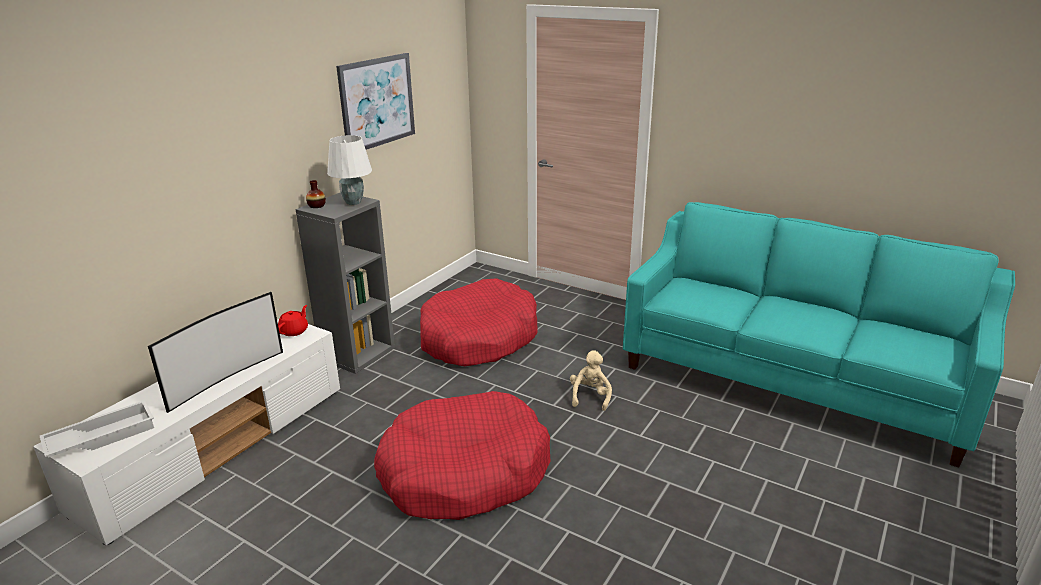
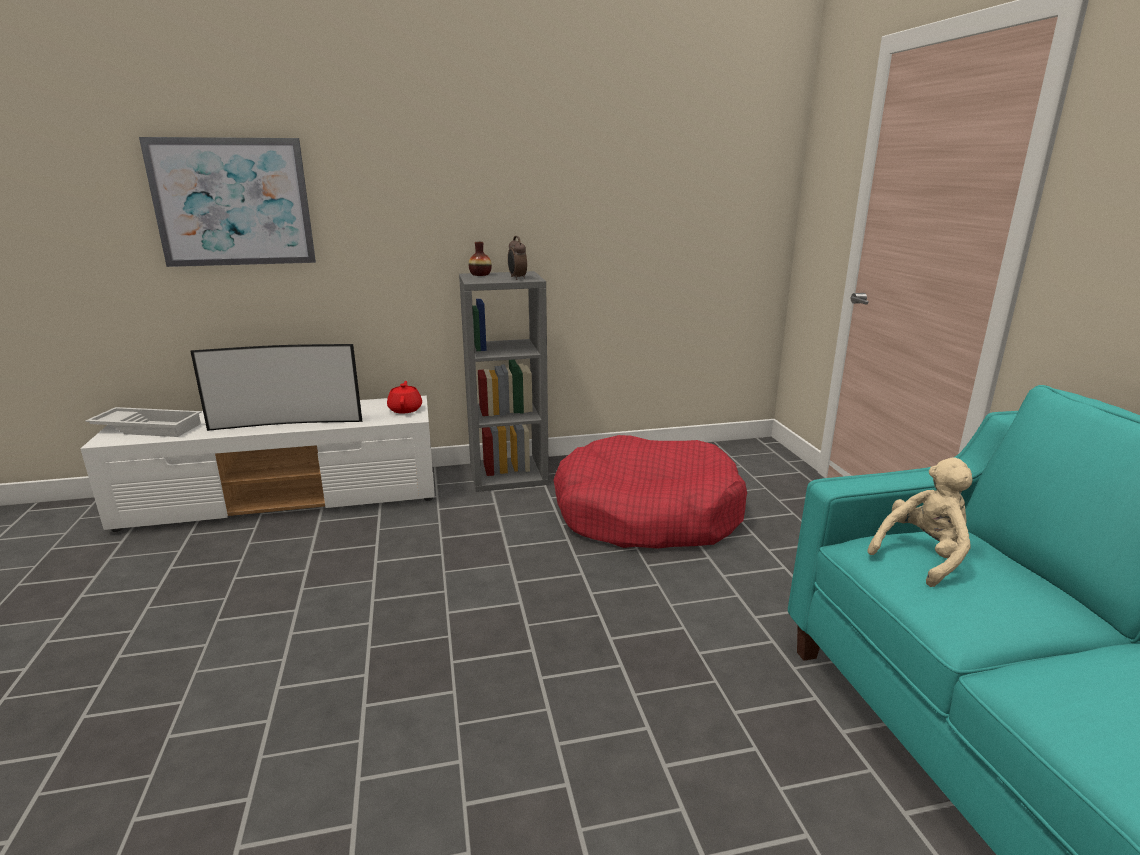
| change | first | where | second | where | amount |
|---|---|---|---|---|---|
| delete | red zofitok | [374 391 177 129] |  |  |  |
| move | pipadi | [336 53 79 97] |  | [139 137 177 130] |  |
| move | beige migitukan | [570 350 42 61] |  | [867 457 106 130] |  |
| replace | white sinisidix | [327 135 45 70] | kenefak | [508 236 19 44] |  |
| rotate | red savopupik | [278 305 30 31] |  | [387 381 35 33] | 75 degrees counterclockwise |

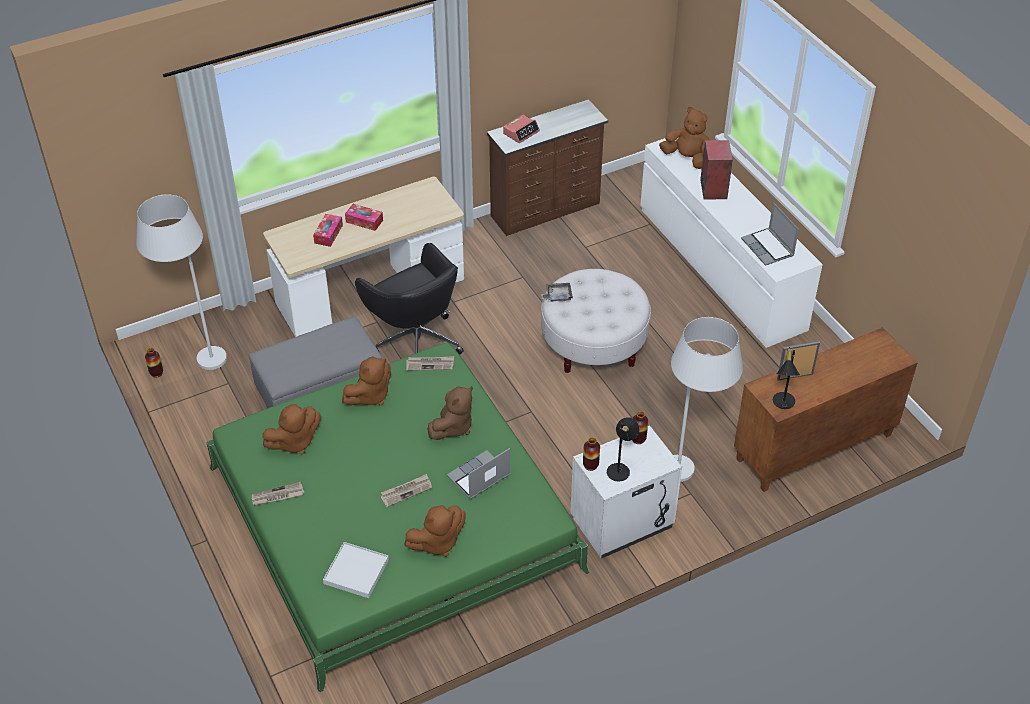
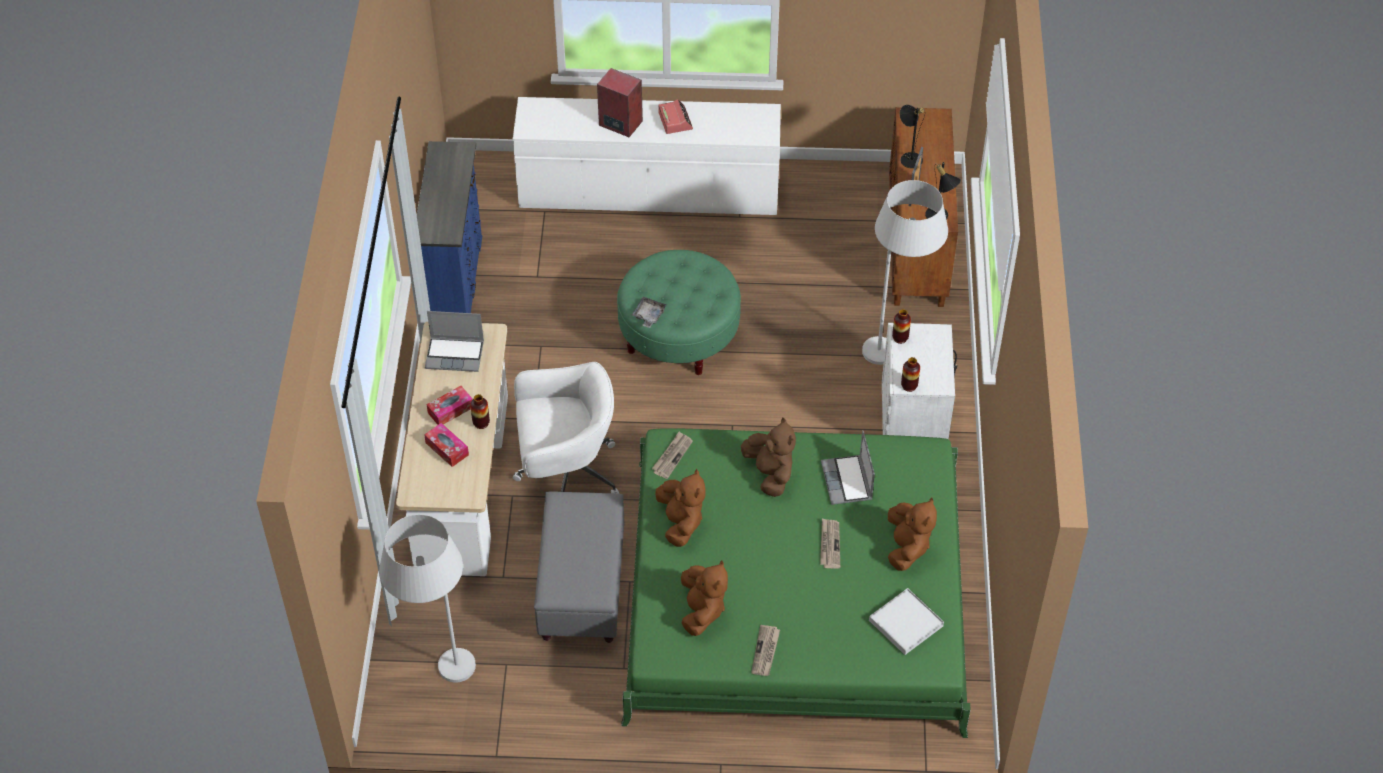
| change | first | where | second | where | amount |
|---|---|---|---|---|---|
| delete | brown migitukan | [659 107 51 62] |  |  |  |
| move | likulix | [145 348 18 30] |  | [470 394 20 35] |  |
| move | kenefak | [503 114 37 29] |  | [658 99 35 35] |  |
| move | black sinisidix | [607 417 32 65] |  | [899 105 26 64] |  |
| move | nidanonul | [741 202 58 64] |  | [425 311 59 61] |  |
| recolor | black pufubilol | [355 243 109 111] | white pufubilol | [513 362 106 132] |  |
| recolor | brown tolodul | [487 99 121 137] | blue tolodul | [417 141 65 172] |  |
| recolor | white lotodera | [541 269 110 104] | green lotodera | [617 250 124 125] |  |

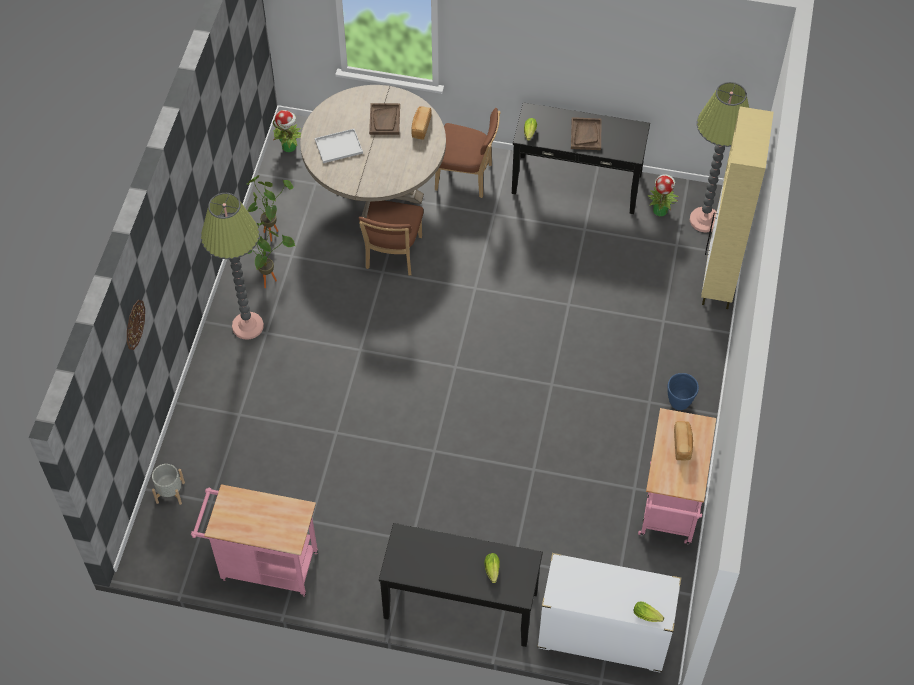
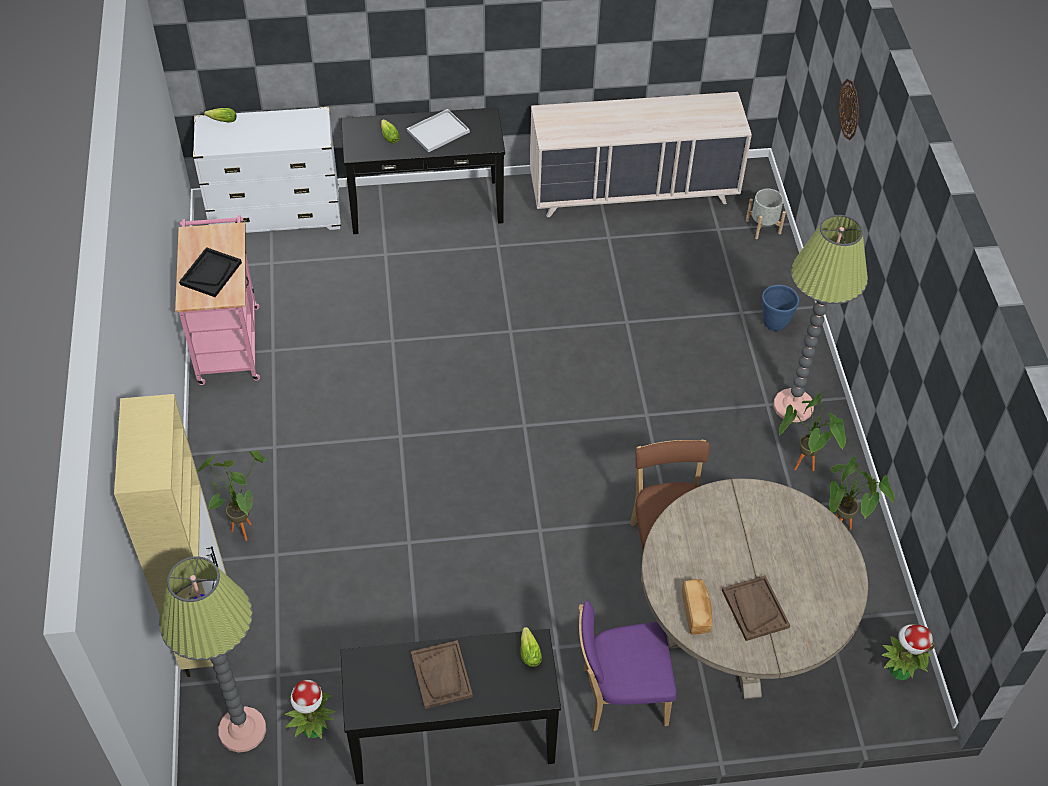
| change | first | where | second | where | amount |
|---|---|---|---|---|---|
| insert |  |  | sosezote | [197 451 68 90] |  |
| move | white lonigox | [315 129 48 34] |  | [407 109 63 43] |  |
| move | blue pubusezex | [668 373 31 37] |  | [762 285 37 46] |  |
| replace | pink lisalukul | [191 484 127 113] | beige tolodul | [530 92 222 125] |  |
| replace | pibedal | [674 421 19 39] | black lonigox | [179 247 63 50] |  |
| recolor | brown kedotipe | [435 108 65 90] | purple kedotipe | [579 601 98 130] |  |

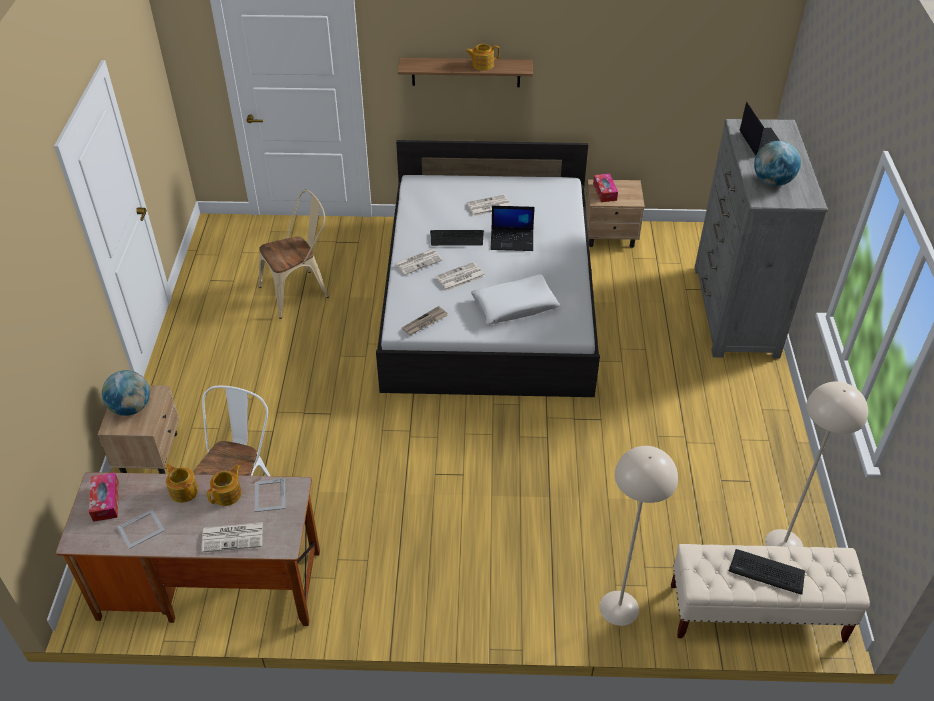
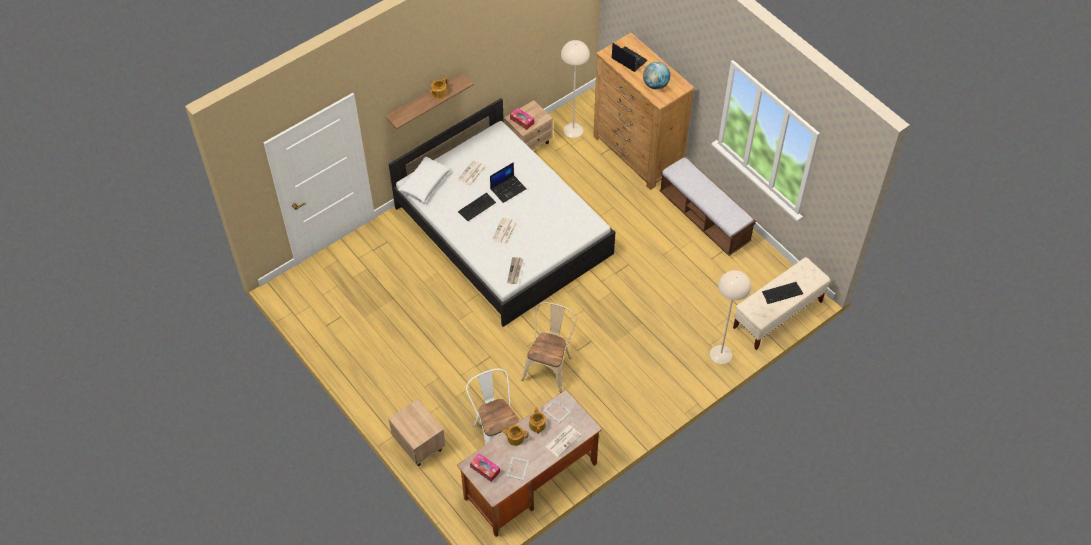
| change | first | where | second | where | amount |
|---|---|---|---|---|---|
| delete | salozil | [102 370 48 46] |  |  |  |
| delete | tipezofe | [394 249 49 26] |  |  |  |
| insert |  |  | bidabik | [659 156 97 100] |  |
| move | beige kedotipe | [259 190 70 129] |  | [522 302 55 91] |  |
| move | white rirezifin | [471 274 89 50] |  | [398 157 53 46] |  |
| move | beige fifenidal | [765 381 103 166] |  | [561 40 29 98] |  |
| recolor | grey tolodul | [695 119 133 239] | brown tolodul | [593 33 102 157] |  |

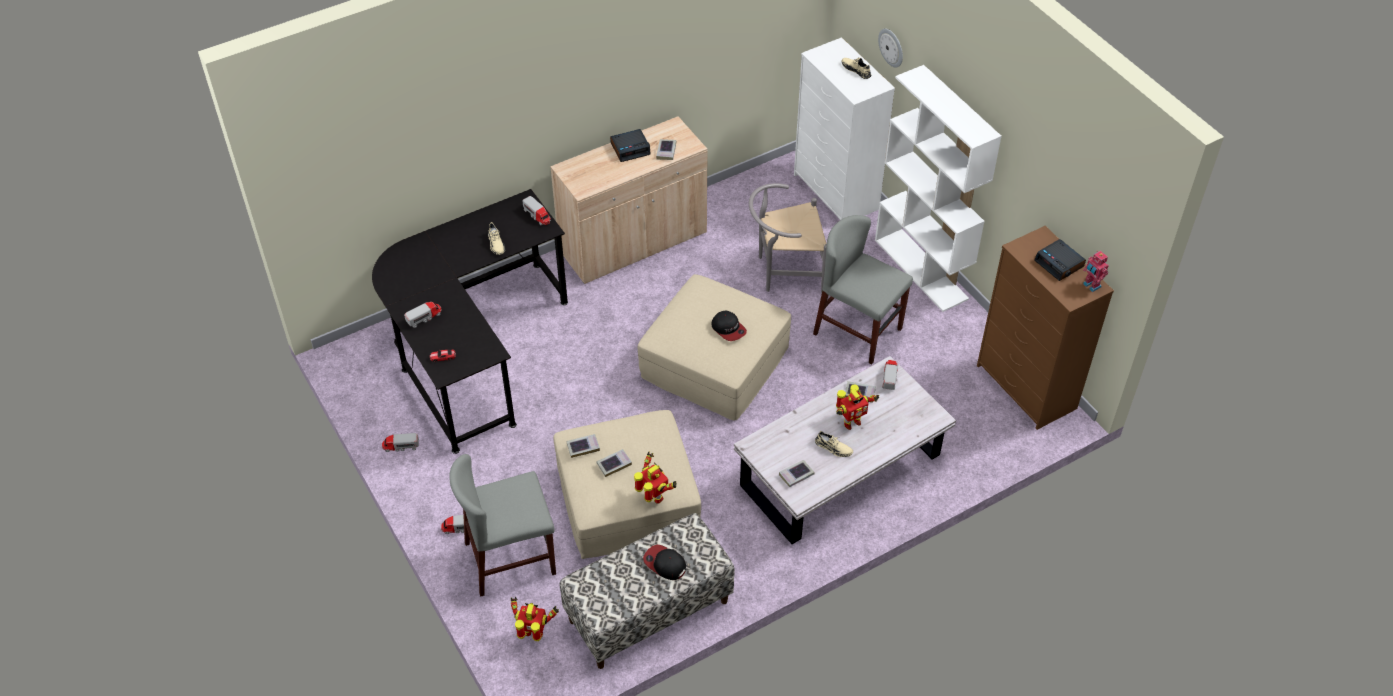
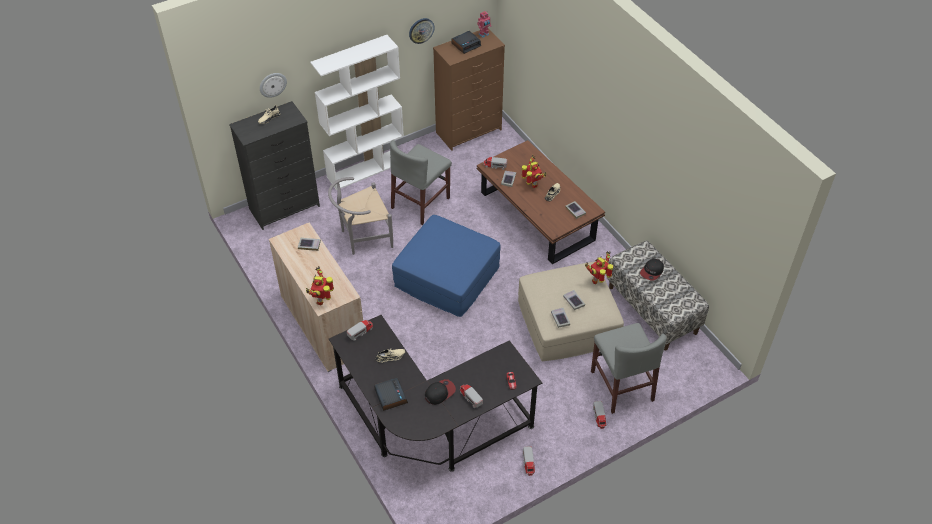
| change | first | where | second | where | amount |
|---|---|---|---|---|---|
| insert |  |  | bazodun | [409 18 26 26] |  |
| move | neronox | [511 597 48 44] |  | [306 266 28 39] |  |
| move | kenefak | [610 129 41 33] |  | [374 378 34 33] |  |
| move | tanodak | [711 311 36 30] |  | [425 379 31 26] |  |
| recolor | beige lotodera | [638 274 153 147] | blue lotodera | [392 215 109 102] |  |
| recolor | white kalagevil | [734 356 222 188] | brown kalagevil | [477 140 128 124] |  |
| recolor | white tolodul | [794 37 101 183] | black tolodul | [229 101 91 129] |  |
| rotate | grey kedotipe | [749 183 78 110] |  | [328 177 65 78] | 75 degrees clockwise |

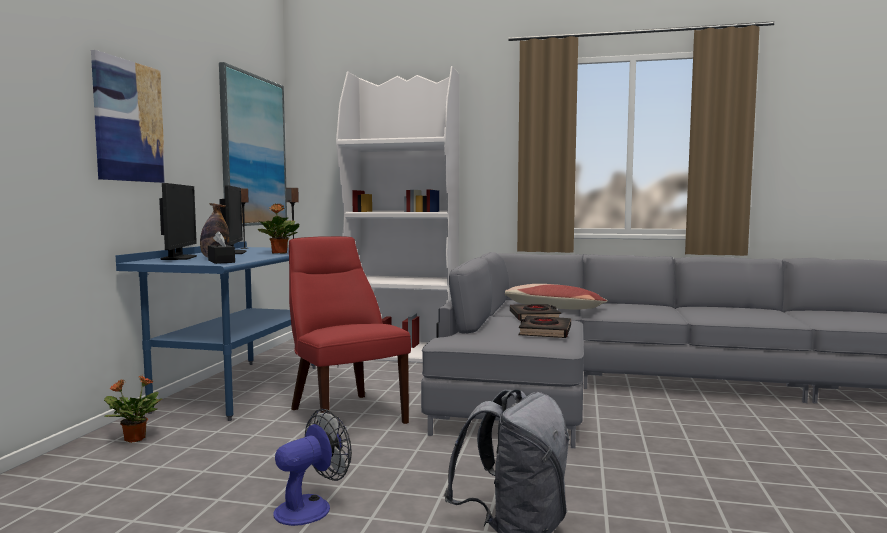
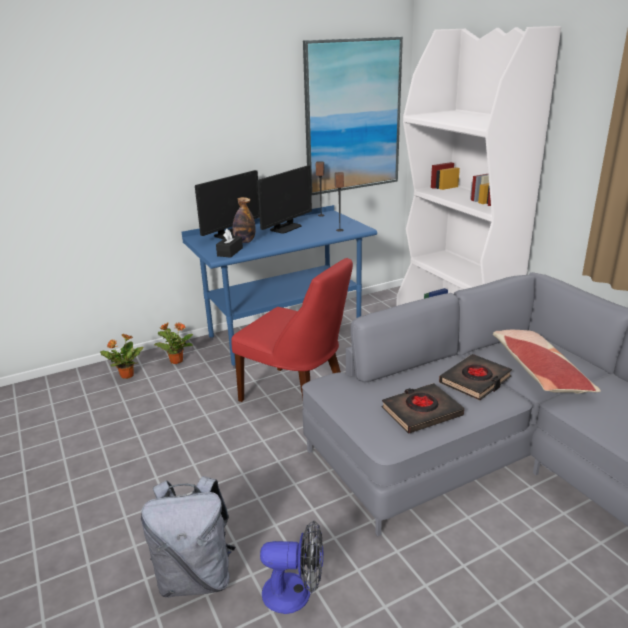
| change | first | where | second | where | amount |
|---|---|---|---|---|---|
| delete | pipadi | [91 50 75 133] |  |  |  |
| move | sosezote | [258 203 41 51] |  | [100 334 43 45] |  |
| move | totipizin | [273 409 79 117] |  | [260 521 63 93] |  |
| rotate | red kedotipe | [289 236 122 188] |  | [231 258 122 144] | 105 degrees clockwise |

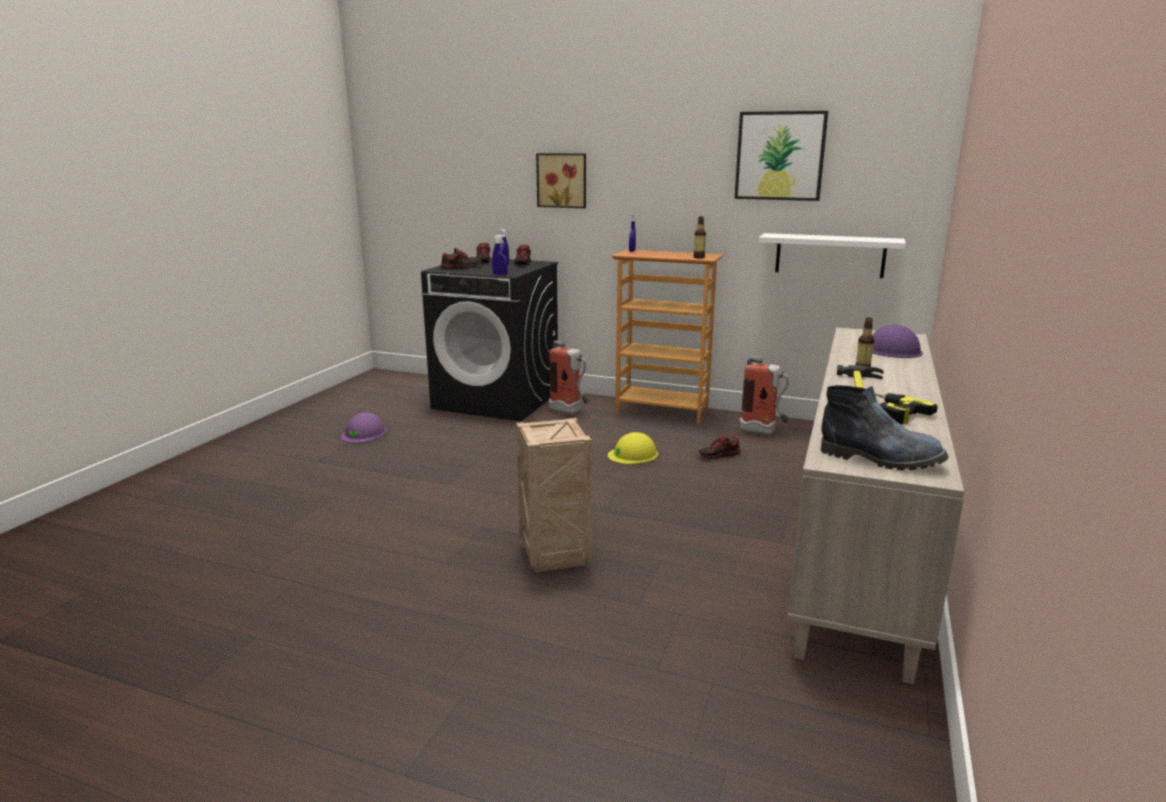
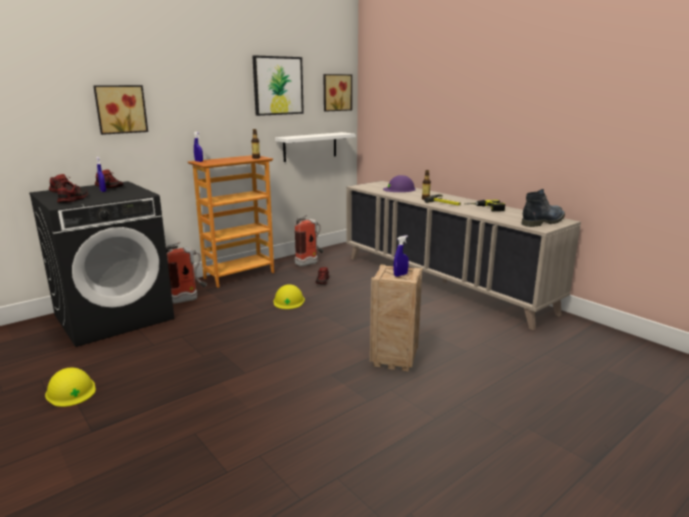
| change | first | where | second | where | amount |
|---|---|---|---|---|---|
| insert |  |  | pipadi | [323 74 29 38] |  |
| move | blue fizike | [492 235 16 40] |  | [394 235 15 42] |  |
| recolor | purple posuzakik | [341 412 46 31] | yellow posuzakik | [45 367 51 40] |  |

